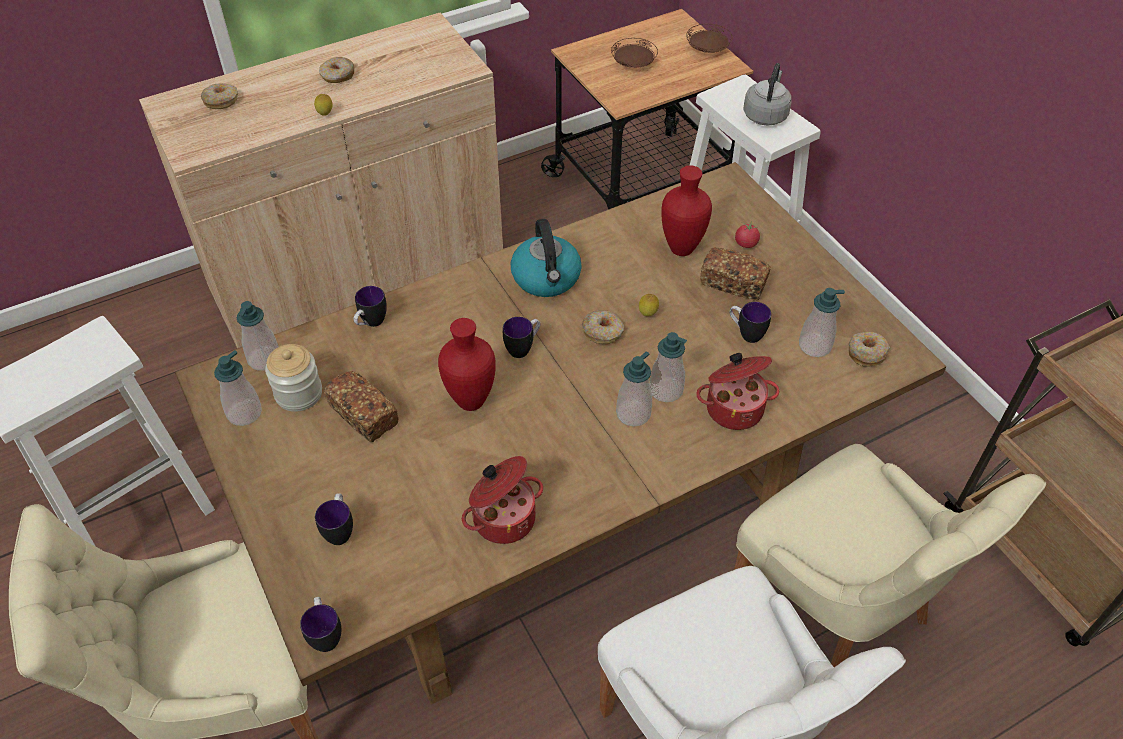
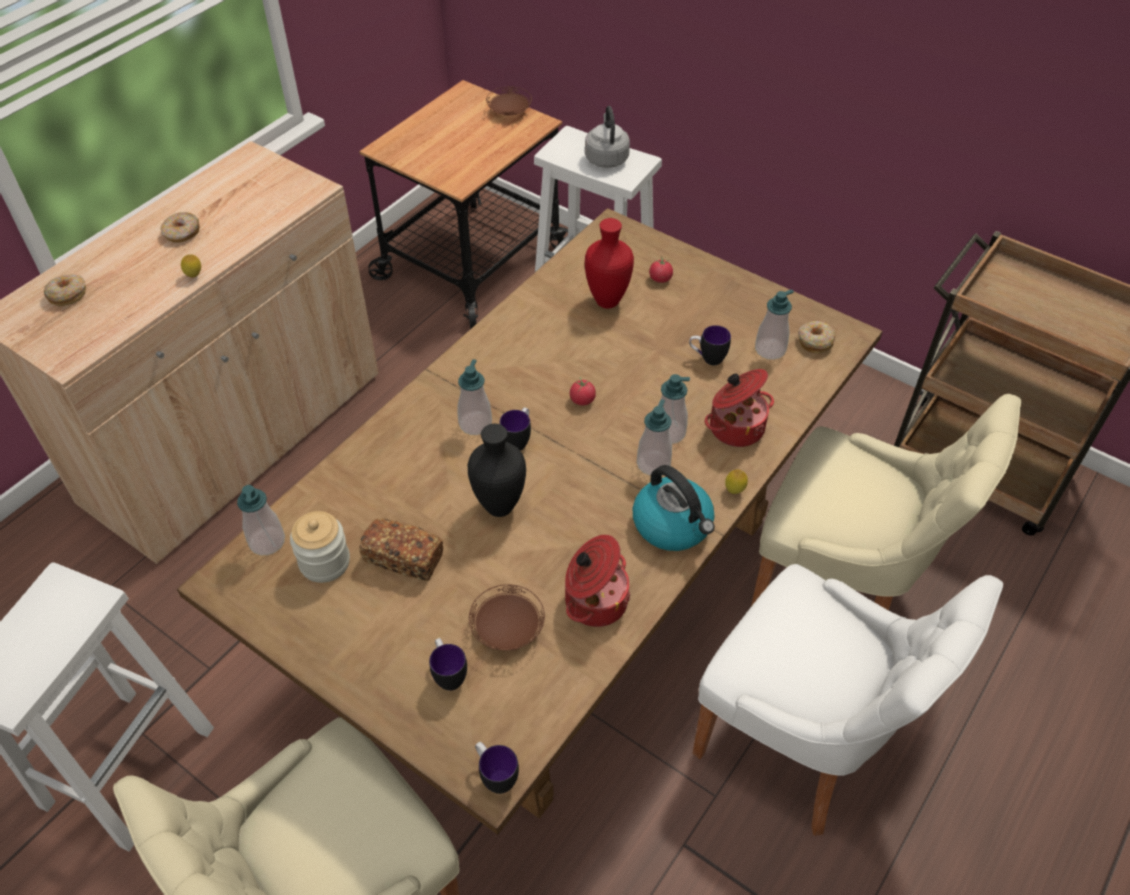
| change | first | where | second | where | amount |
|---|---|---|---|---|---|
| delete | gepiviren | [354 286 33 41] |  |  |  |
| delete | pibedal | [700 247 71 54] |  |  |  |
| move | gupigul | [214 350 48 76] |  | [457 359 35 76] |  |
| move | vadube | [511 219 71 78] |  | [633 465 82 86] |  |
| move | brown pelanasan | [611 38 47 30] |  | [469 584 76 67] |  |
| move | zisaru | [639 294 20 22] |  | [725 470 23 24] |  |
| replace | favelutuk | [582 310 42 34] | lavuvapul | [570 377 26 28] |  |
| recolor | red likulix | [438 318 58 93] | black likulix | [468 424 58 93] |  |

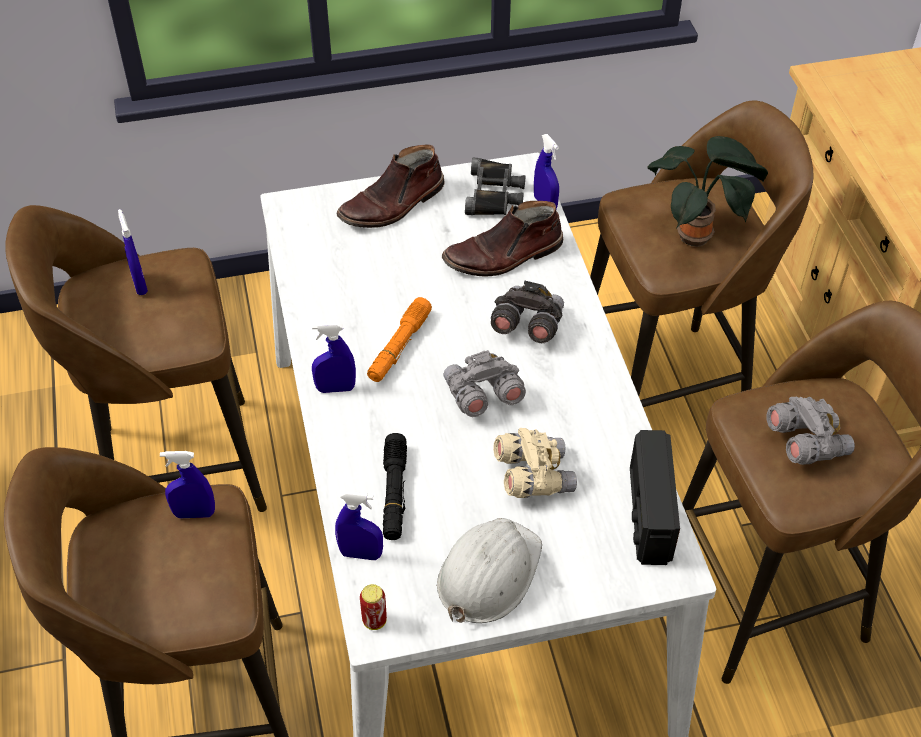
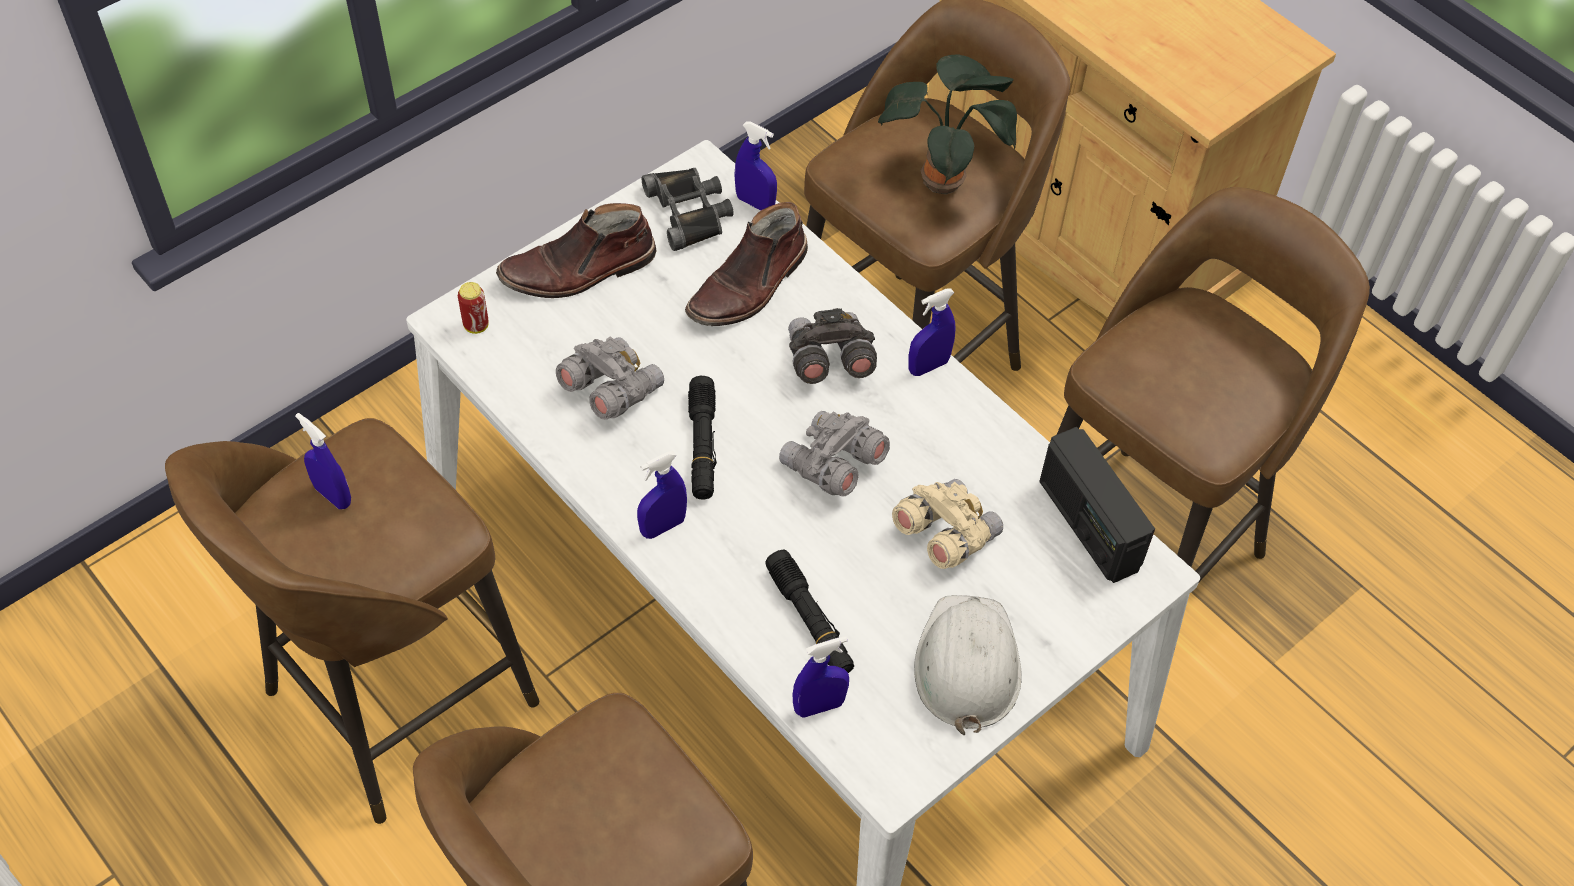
| change | first | where | second | where | amount |
|---|---|---|---|---|---|
| move | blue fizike | [160 451 55 67] |  | [909 288 47 88] |  |
| move | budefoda | [360 584 27 46] |  | [458 282 31 52] |  |
| move | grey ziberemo | [766 397 89 68] |  | [556 336 108 84] |  |
| recolor | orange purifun | [367 297 65 85] | black purifun | [688 376 29 123] |  |
| rotate | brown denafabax | [337 145 108 83] |  | [496 203 161 95] | 45 degrees clockwise |

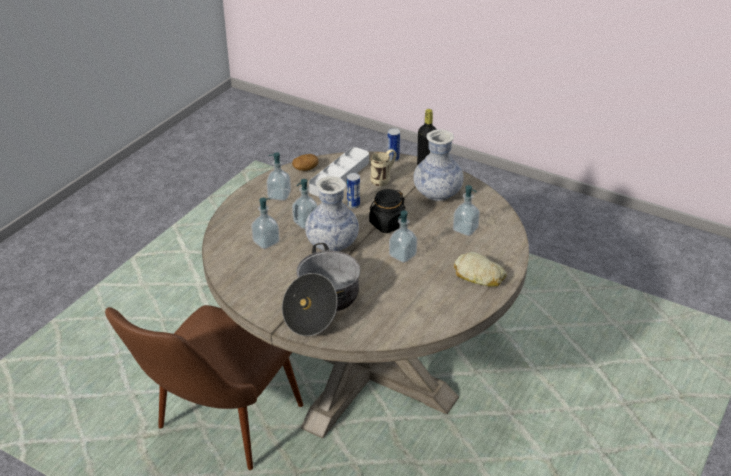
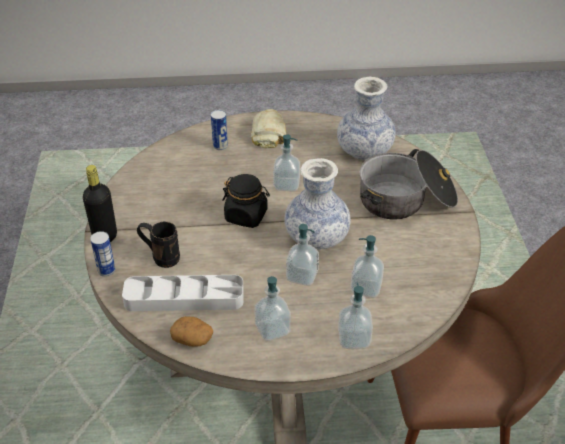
| change | first | where | second | where | amount |
|---|---|---|---|---|---|
| move | budefoda | [347 173 13 36] |  | [211 110 17 40] |  |
| move | likulix | [413 129 50 72] |  | [337 77 59 83] |  |
| move | gupigul | [453 185 27 51] |  | [338 283 35 66] |  |
| recolor | beige gepiviren | [370 149 27 37] | black gepiviren | [137 221 43 47] |  |

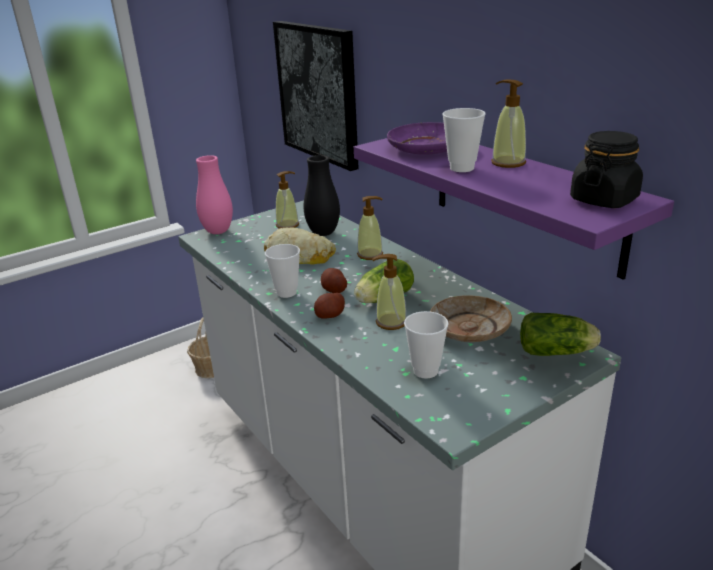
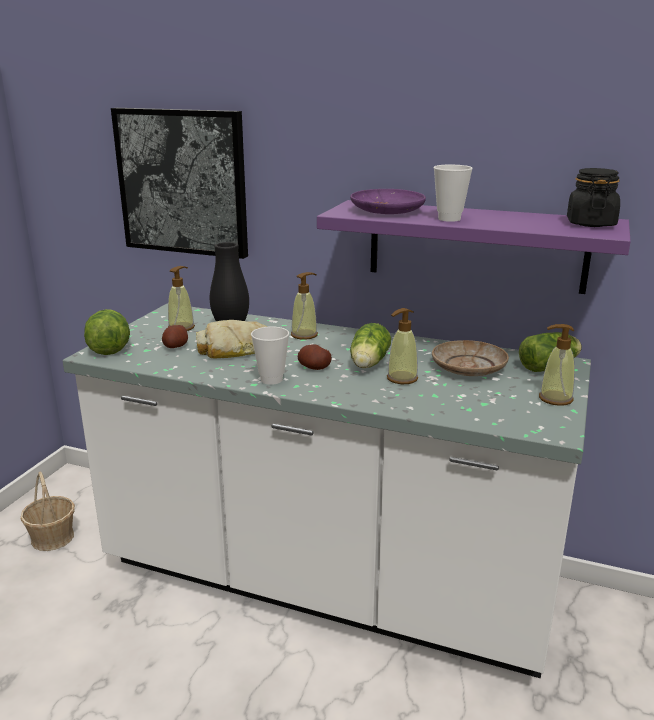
| change | first | where | second | where | amount |
|---|---|---|---|---|---|
| delete | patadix | [404 311 45 67] |  |  |  |
| move | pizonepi | [314 293 31 26] |  | [162 325 26 23] |  |
| move | gupigul | [491 80 35 88] |  | [539 324 36 82] |  |
| replace | pink likulix | [196 155 37 79] | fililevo | [84 309 46 46] |  |

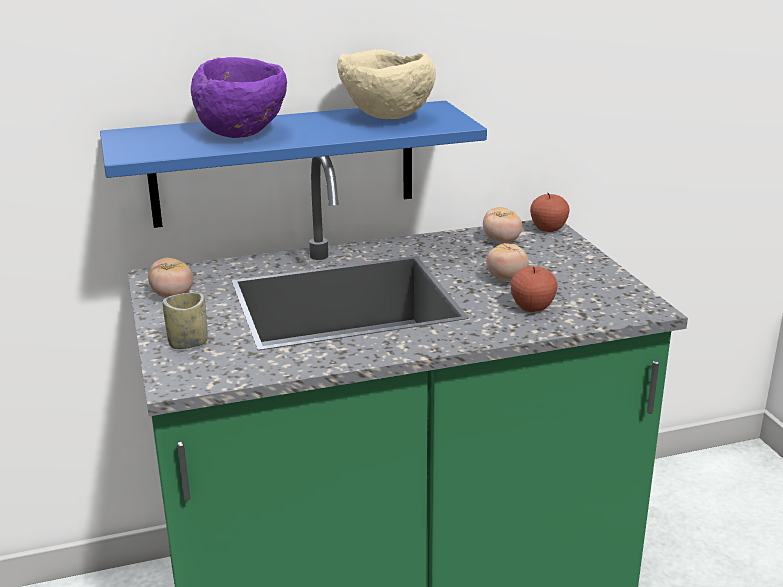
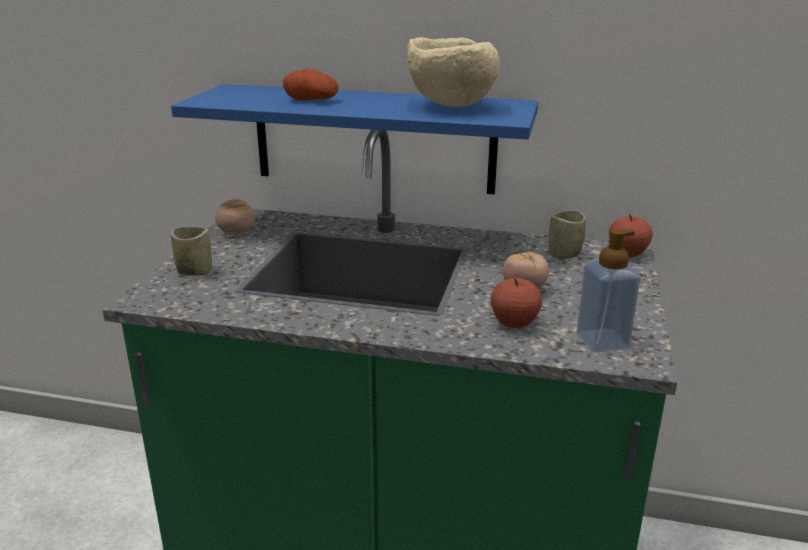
| change | first | where | second | where | amount |
|---|---|---|---|---|---|
| insert |  |  | gupigul | [576 229 64 123] |  |
| replace | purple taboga | [191 57 96 81] | pizonepi | [283 69 55 32] |  |
| replace | lavuvapul | [483 207 39 36] | patadix | [549 210 37 49] |  |

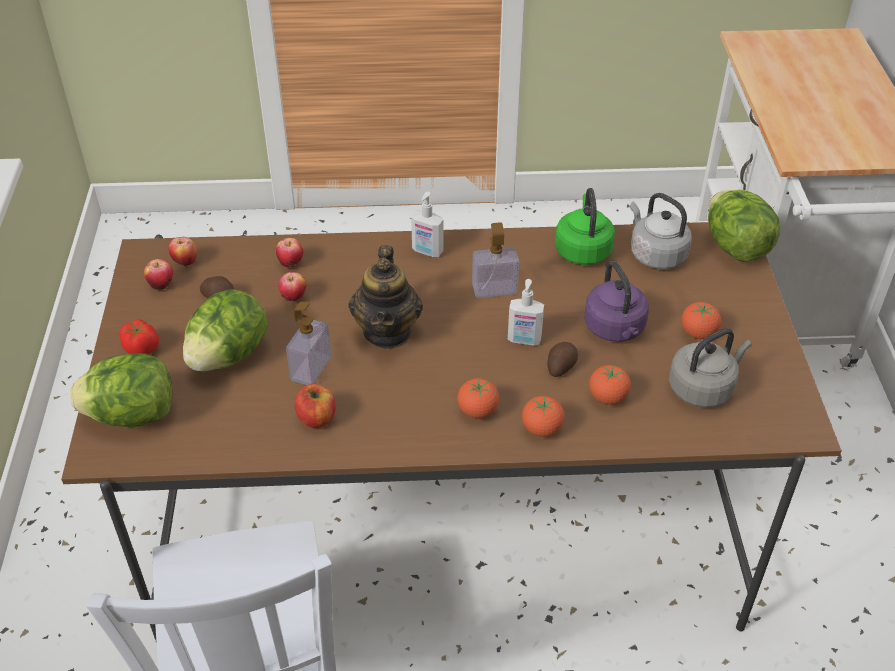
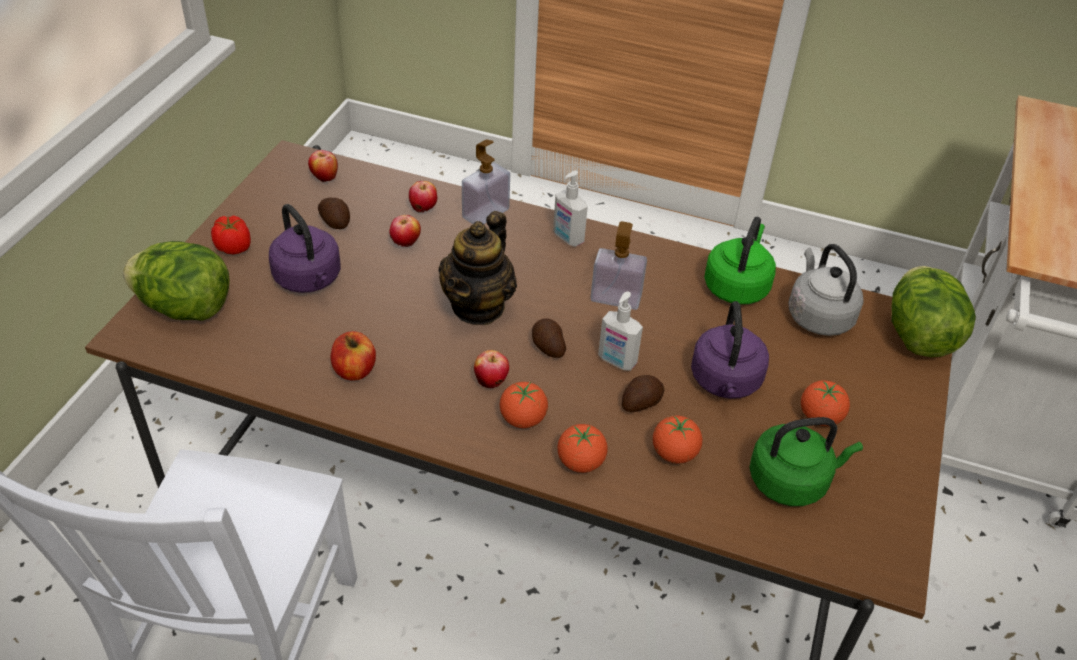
| change | first | where | second | where | amount |
|---|---|---|---|---|---|
| insert |  |  | pizonepi | [532 319 34 39] |  |
| move | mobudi | [144 259 29 31] |  | [474 350 35 38] |  |
| move | gupigul | [286 302 45 83] |  | [462 139 48 85] |  |
| replace | fililevo | [183 289 85 82] | purple vadube | [269 204 72 89] |  |
| recolor | grey vadube | [669 328 83 79] | green vadube | [749 417 114 89] |  |

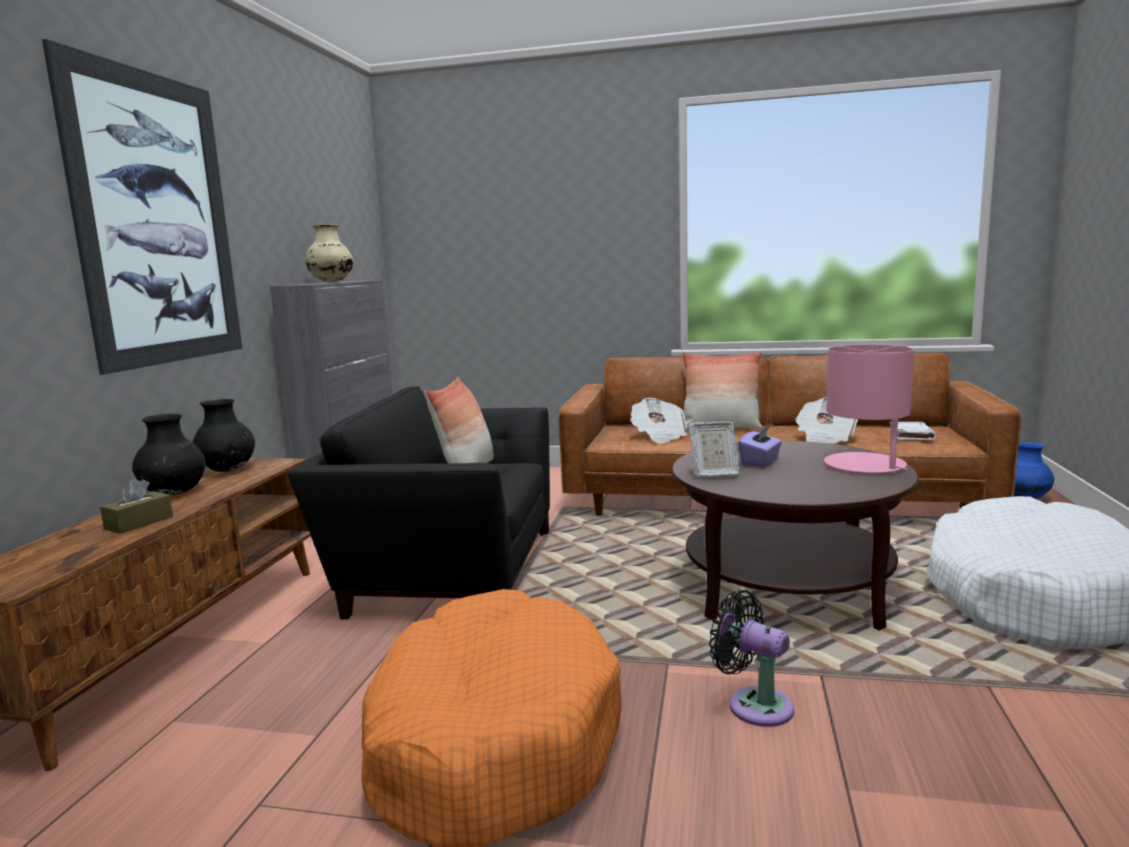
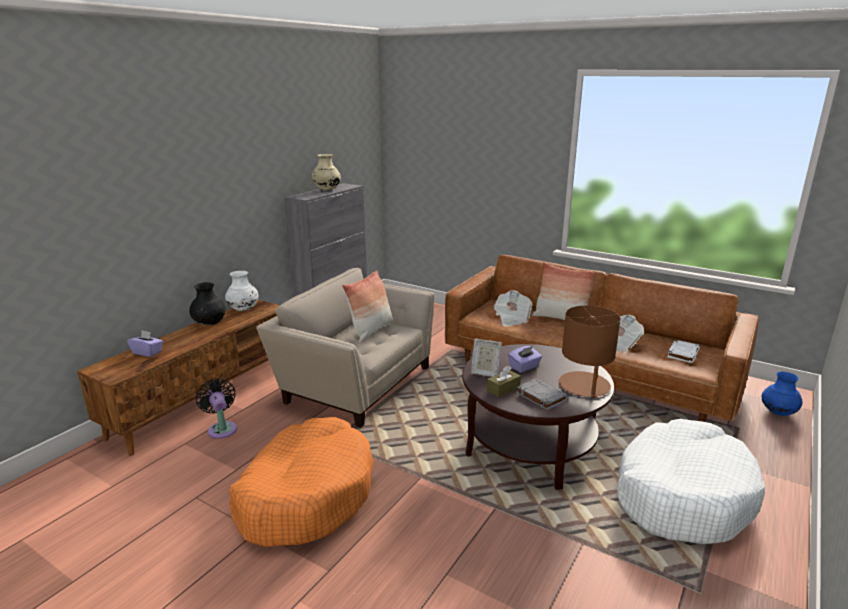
| change | first | where | second | where | amount |
|---|---|---|---|---|---|
| delete | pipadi | [42 39 200 336] |  |  |  |
| insert |  |  | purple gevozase | [127 330 36 27] |  |
| insert |  |  | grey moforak | [517 379 51 31] |  |
| move | brown gevozase | [100 478 73 56] |  | [487 366 34 32] |  |
| move | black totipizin | [709 590 85 137] |  | [196 378 41 61] |  |
| recolor | black likulix | [192 399 63 73] | white likulix | [225 271 34 40] |  |
| recolor | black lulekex | [288 386 262 234] | beige lulekex | [256 268 179 160] |  |
| recolor | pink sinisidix | [824 344 90 130] | brown sinisidix | [559 306 61 93] |  |

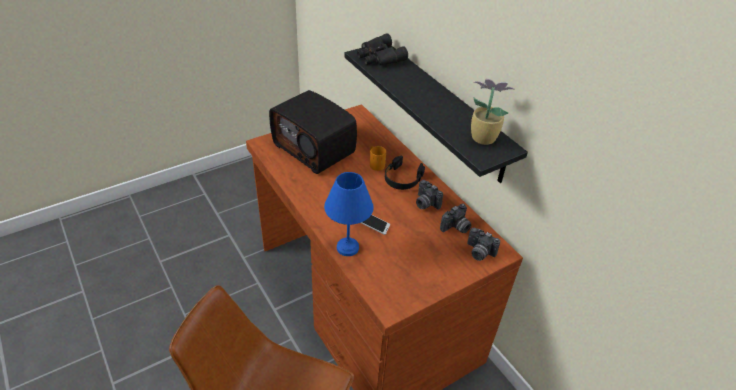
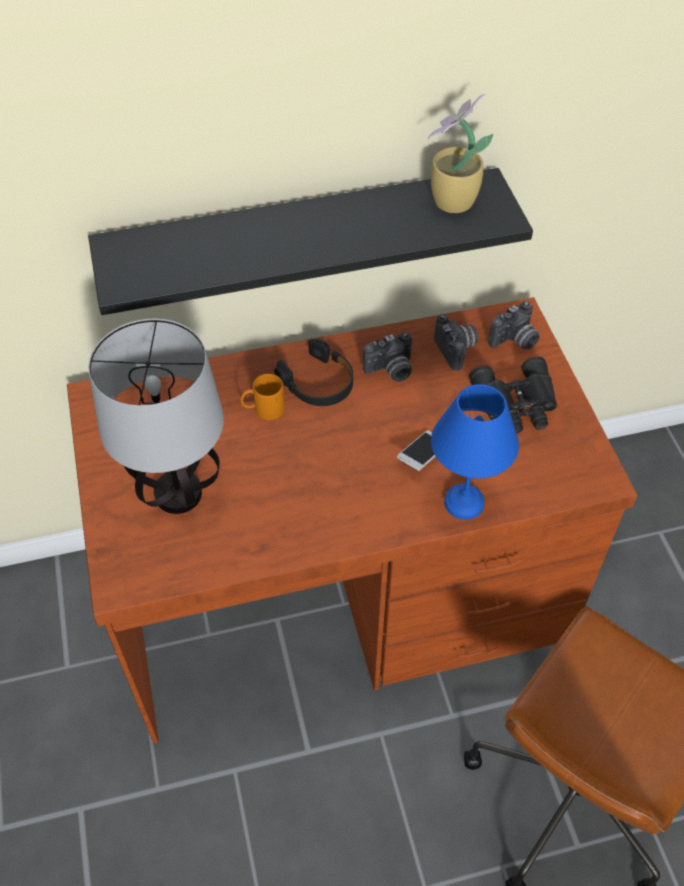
| change | first | where | second | where | amount |
|---|---|---|---|---|---|
| move | black ziberemo | [357 33 51 32] |  | [469 356 88 77] |  |
| replace | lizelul | [269 90 88 84] | sinisidix | [88 319 136 195] |  |

